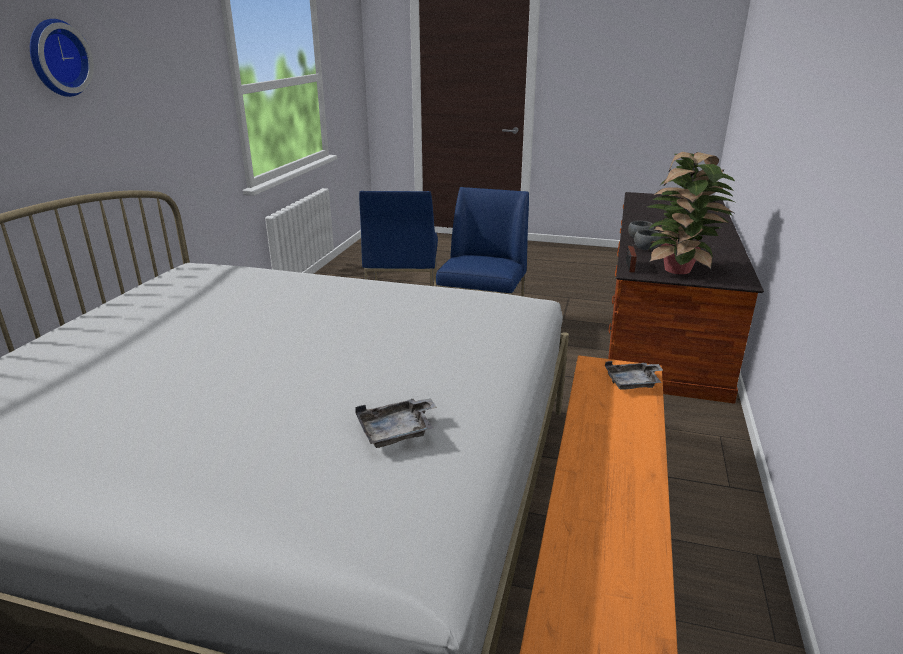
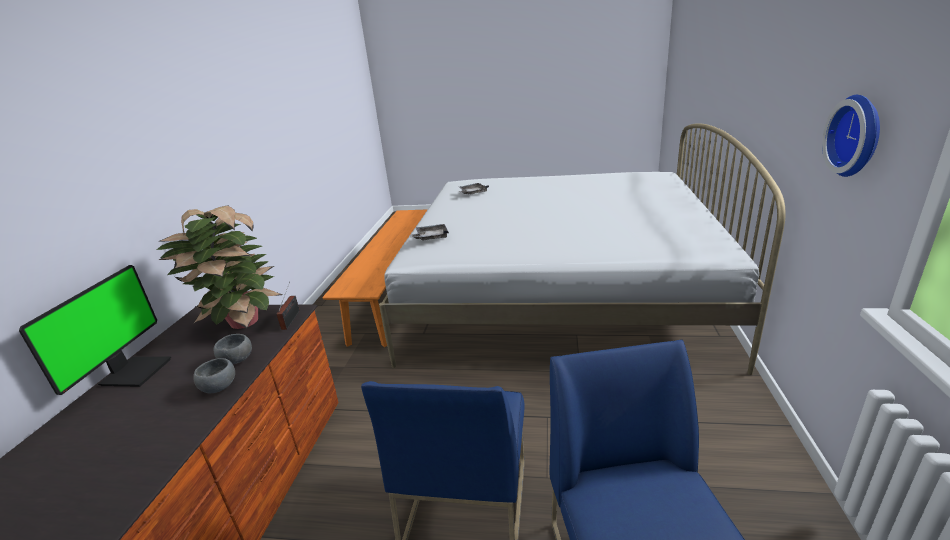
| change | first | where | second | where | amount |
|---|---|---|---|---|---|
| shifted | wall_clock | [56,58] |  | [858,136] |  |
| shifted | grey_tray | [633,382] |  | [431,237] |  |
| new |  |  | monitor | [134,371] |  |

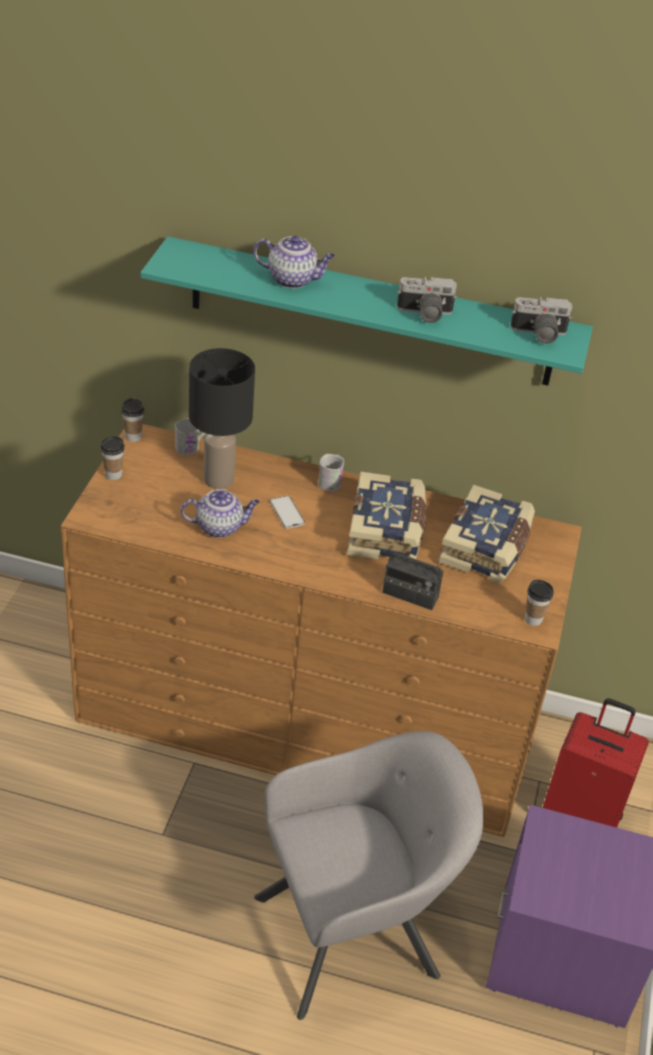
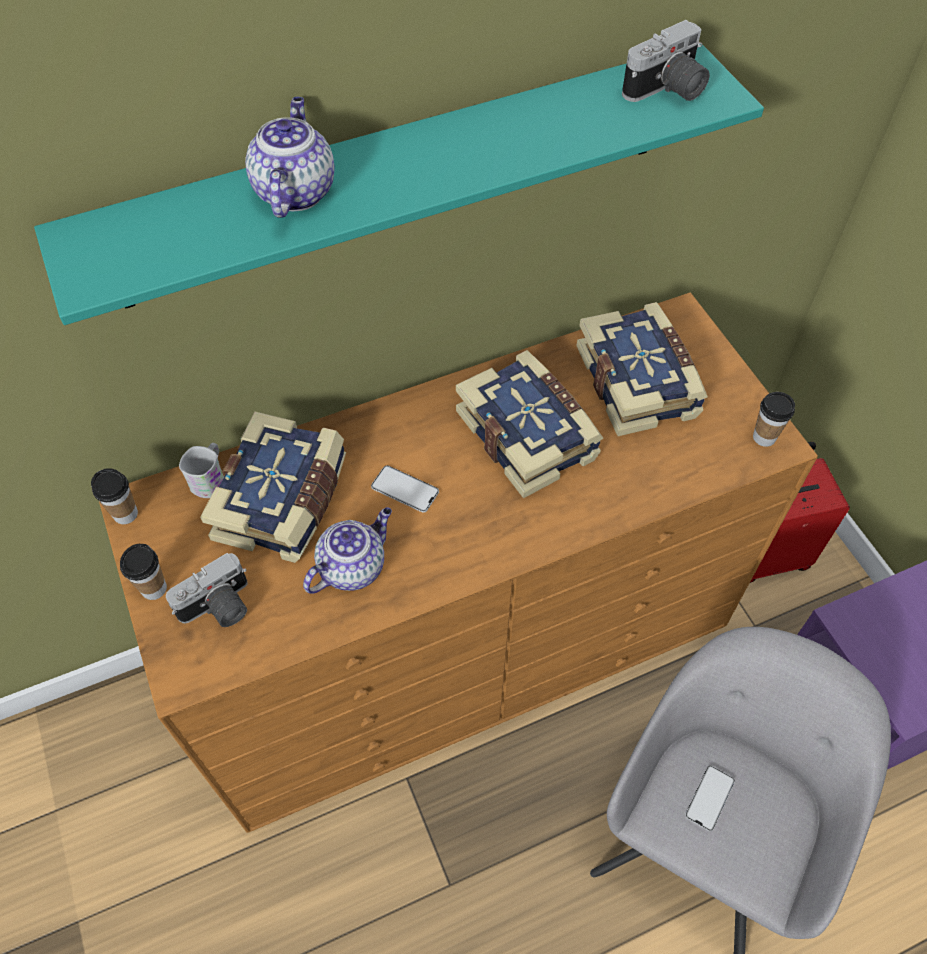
| change | first | where | second | where | amount |
|---|---|---|---|---|---|
| rotated | teapot | [293,279] |  | [294,191] | 60 degrees counterclockwise |
| shifted | photo_camera | [424,314] |  | [219,608] |  |
| swapped | black_table_lamp | [217,479] | book | [284,501] |  |
| gone | white_mug | [331,481] |  |  |  |
| gone | radio | [410,595] |  |  |  |
| new |  |  | phone | [709,798] |  |

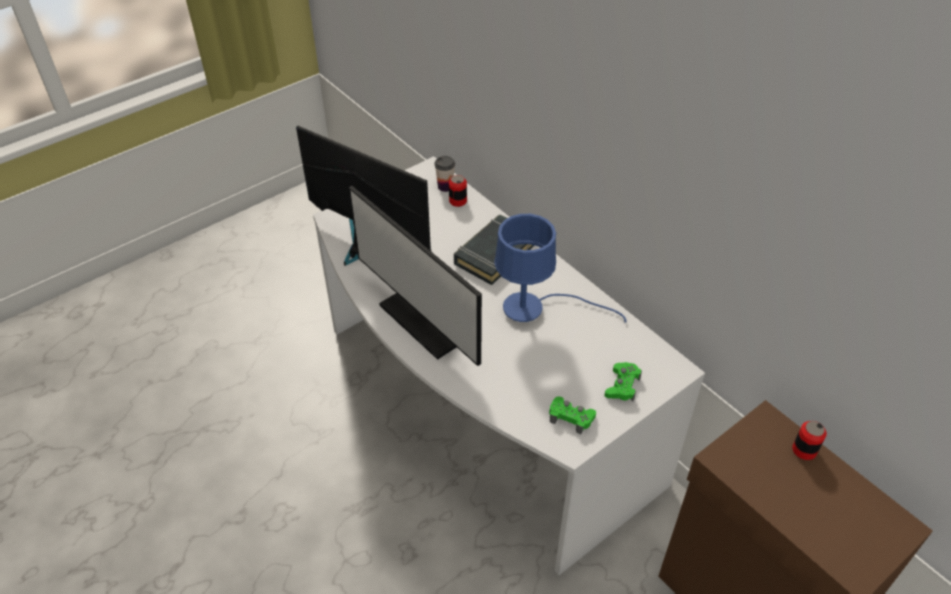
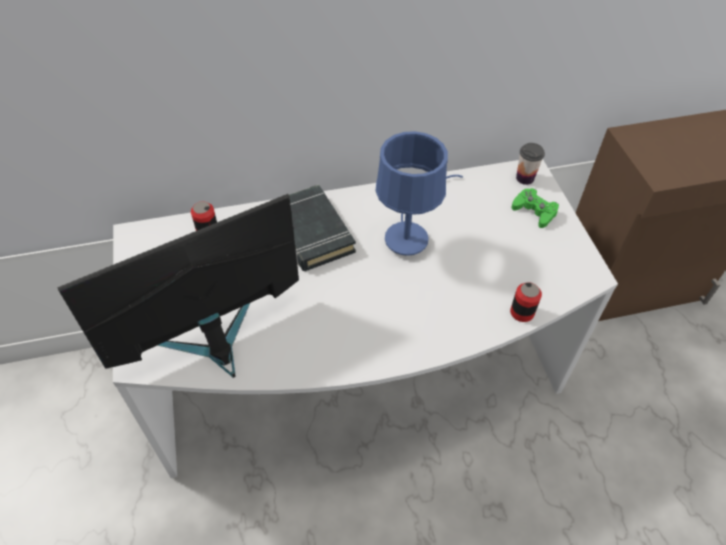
| change | first | where | second | where | amount |
|---|---|---|---|---|---|
| shifted | cup | [445,186] |  | [525,178] |  |
| gone | monitor | [424,321] |  |  |  |
| gone | green_game_controller | [571,417] |  |  |  |
| shifted | can | [804,450] |  | [522,312] |  |

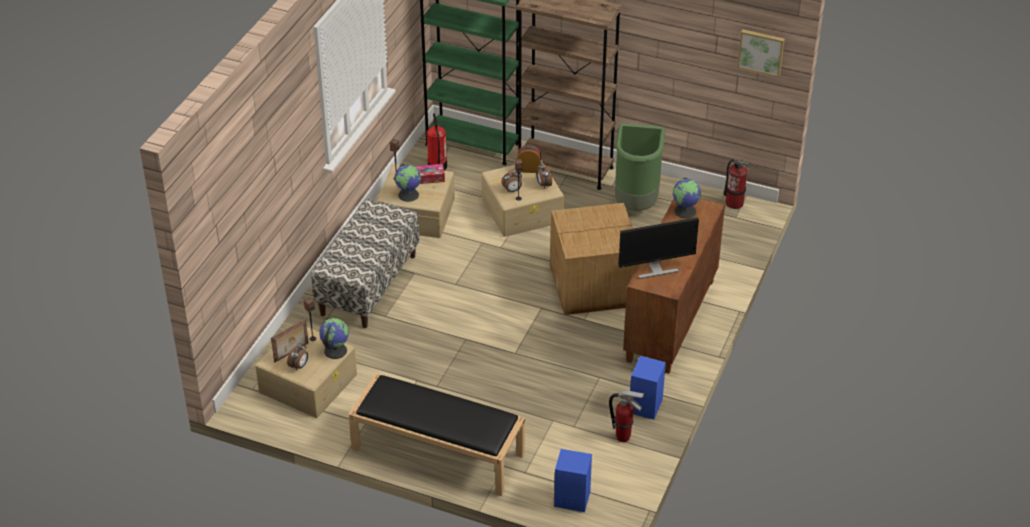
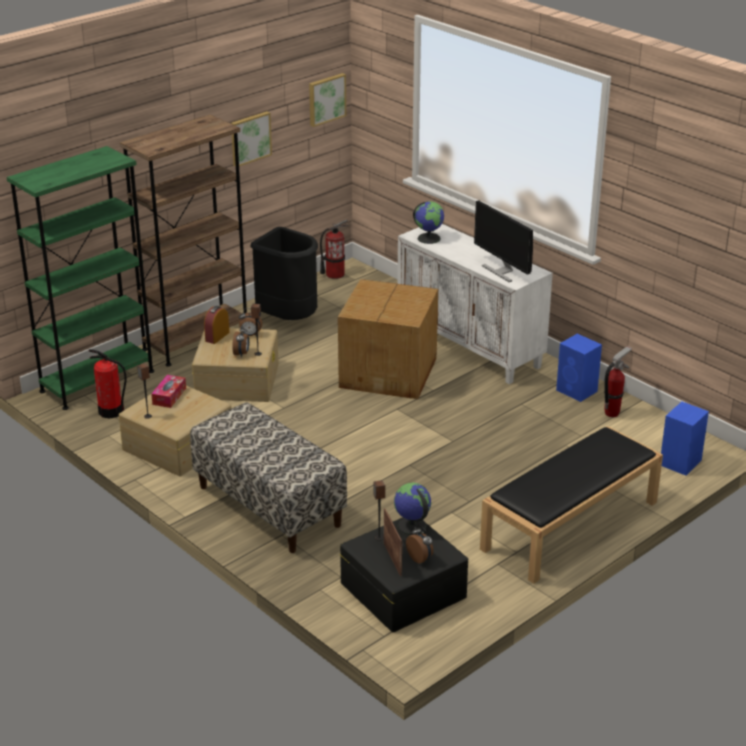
| change | first | where | second | where | amount |
|---|---|---|---|---|---|
| repainted | green_trash_can | [636,203] | black_trash_can | [288,319] |  |
| gone | globe | [408,194] |  |  |  |
| repainted | brown_cabinet | [671,321] | white_cabinet | [470,347] |  |
| rotated | monitor | [656,269] |  | [502,271] | 135 degrees clockwise |
| repainted | beige_storage_box | [308,382] | black_storage_box | [402,589] |  |
| new |  |  | picture | [250,138] |  |

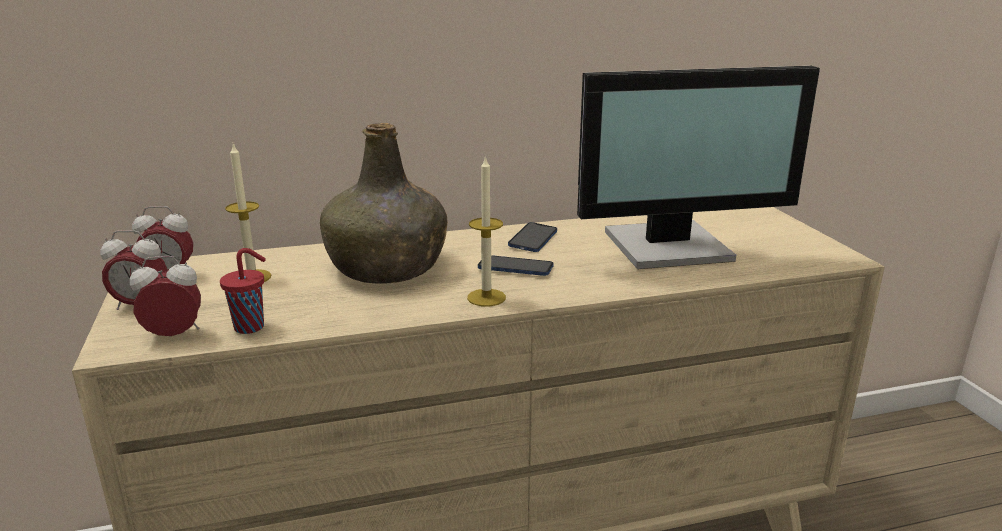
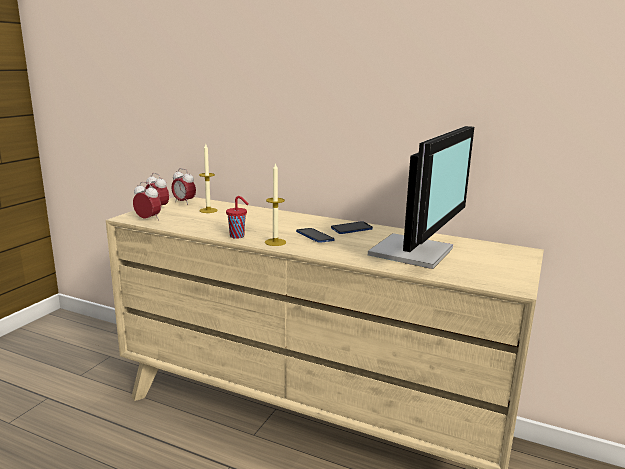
| change | first | where | second | where | amount |
|---|---|---|---|---|---|
| rotated | monitor | [671,248] |  | [415,252] | 90 degrees counterclockwise |
| gone | green_bottle | [388,268] |  |  |  |
| shifted | red_cup | [251,327] |  | [238,236] |  |

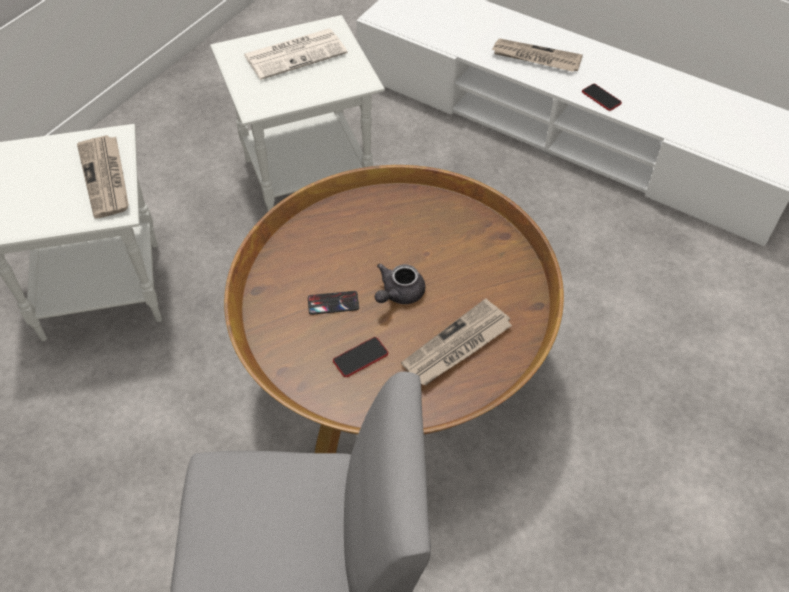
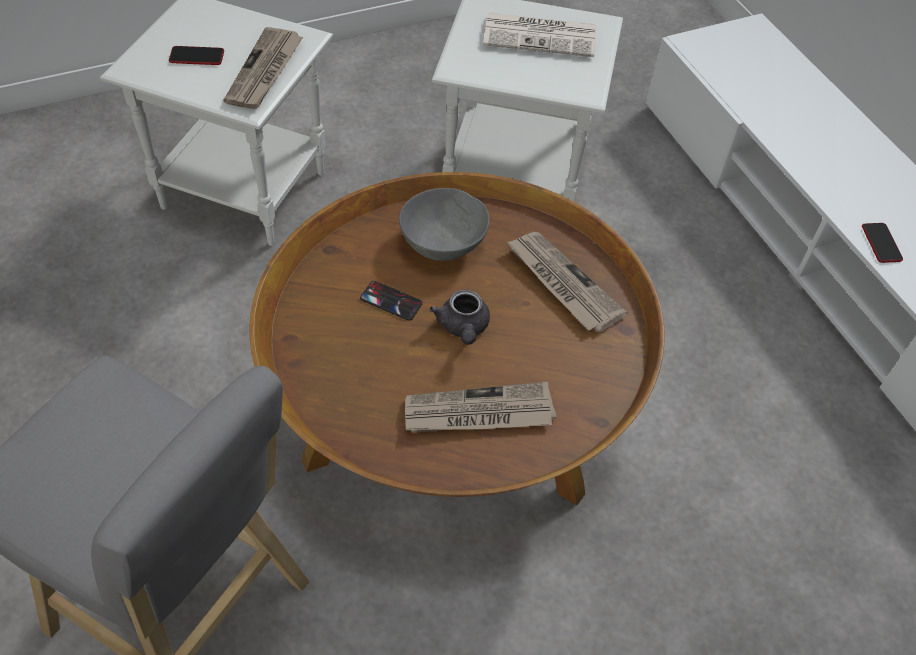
| change | first | where | second | where | amount |
|---|---|---|---|---|---|
| shifted | newspaper | [535,58] |  | [562,283] |  |
| rotated | grey_teapot | [398,294] |  | [463,328] | 75 degrees counterclockwise |
| shifted | phone | [360,357] |  | [197,56] |  |
| new |  |  | grey_bowl | [443,243] |  |

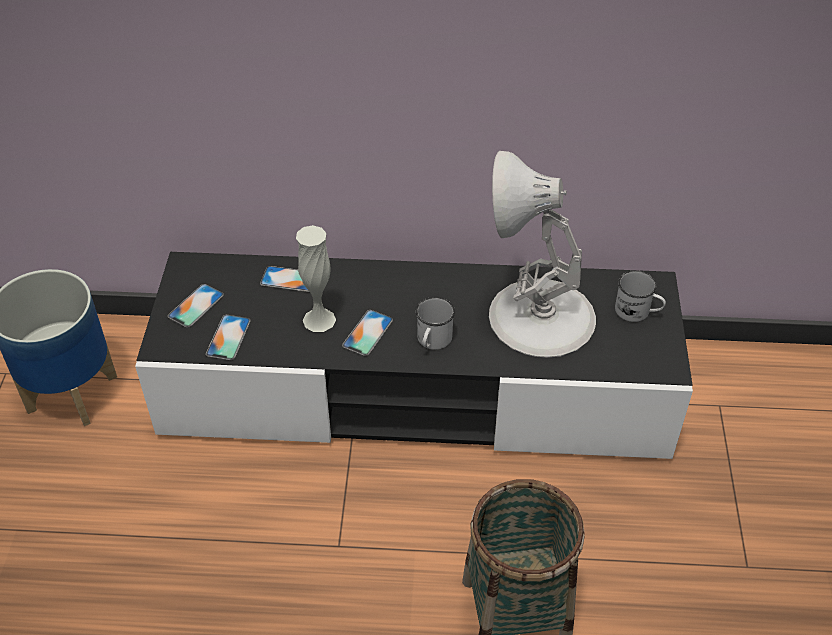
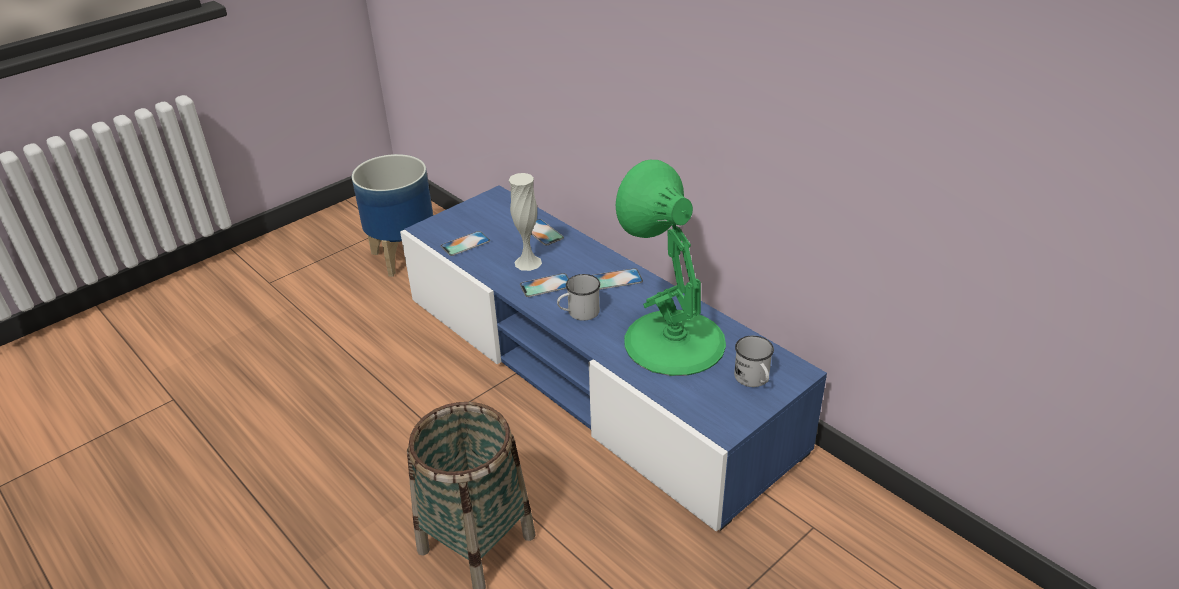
| change | first | where | second | where | amount |
|---|---|---|---|---|---|
| repainted | white_table_lamp | [539,317] | green_table_lamp | [672,340] |  |
| repainted | black_tv_stand | [416,391] | blue_tv_stand | [592,371] |  |
| shifted | phone | [196,306] |  | [616,279] |  |

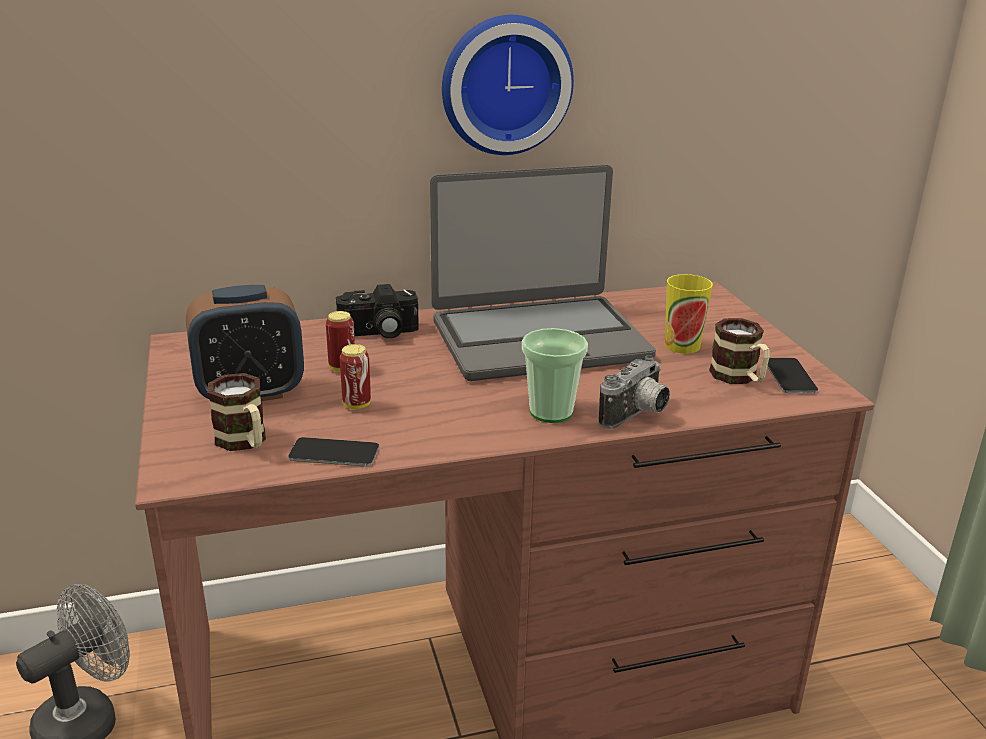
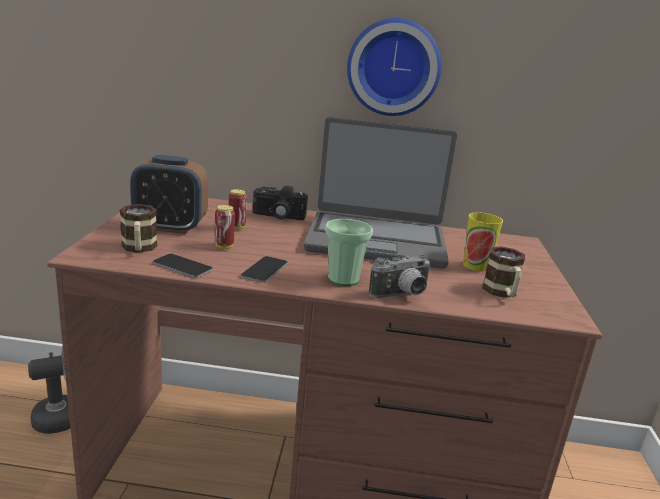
| change | first | where | second | where | amount |
|---|---|---|---|---|---|
| shifted | phone | [790,376] |  | [264,270] |  |

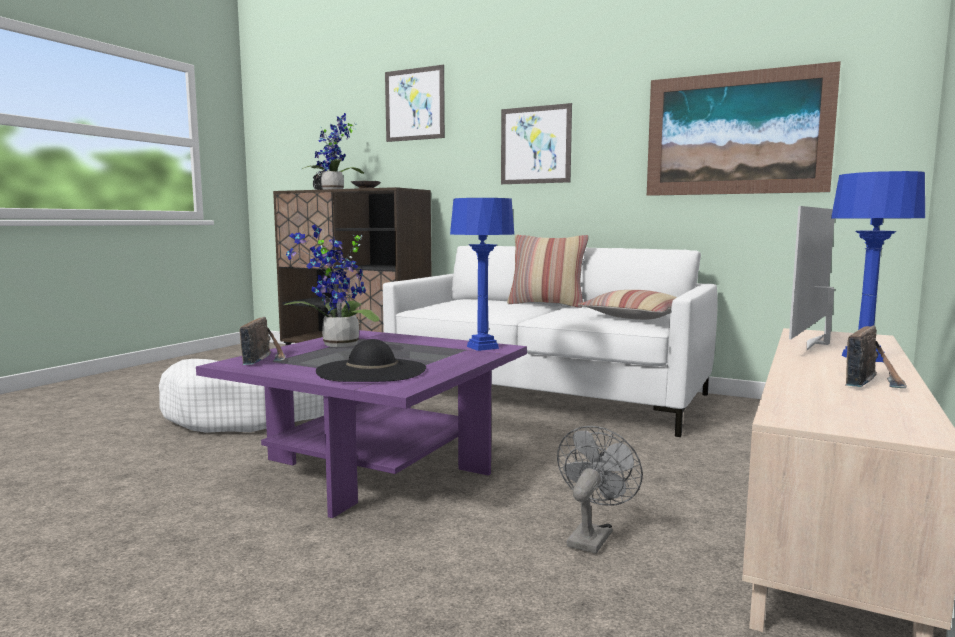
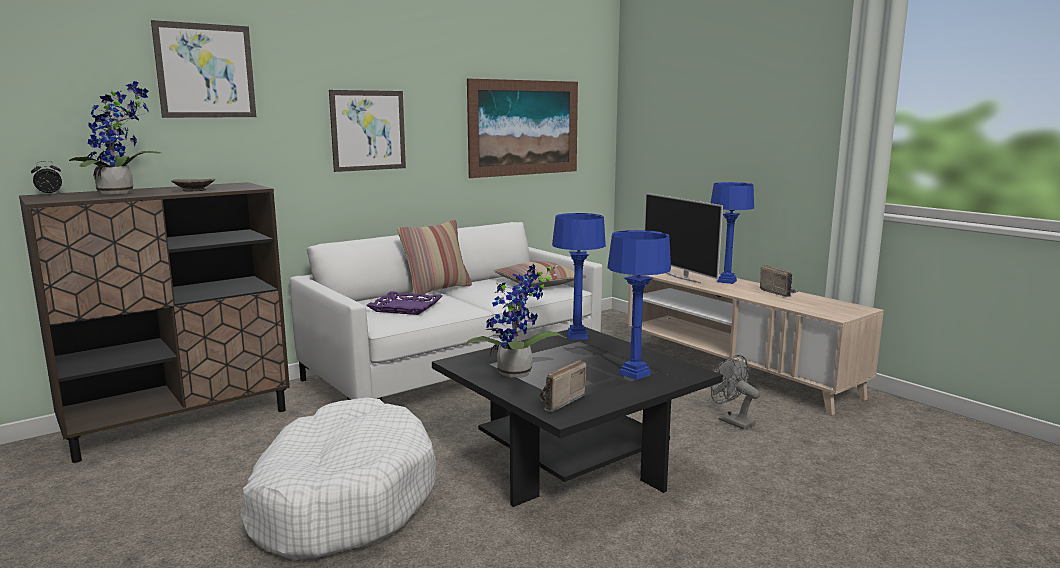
| change | first | where | second | where | amount |
|---|---|---|---|---|---|
| rotated | radio | [266,359] |  | [557,402] | 75 degrees counterclockwise |
| repainted | purple_coffee_table | [376,466] | black_coffee_table | [572,462] |  |
| swapped | black_hat | [371,370] | blue_table_lamp | [635,374] |  |
| new |  |  | purple_tray | [405,308] |  |

